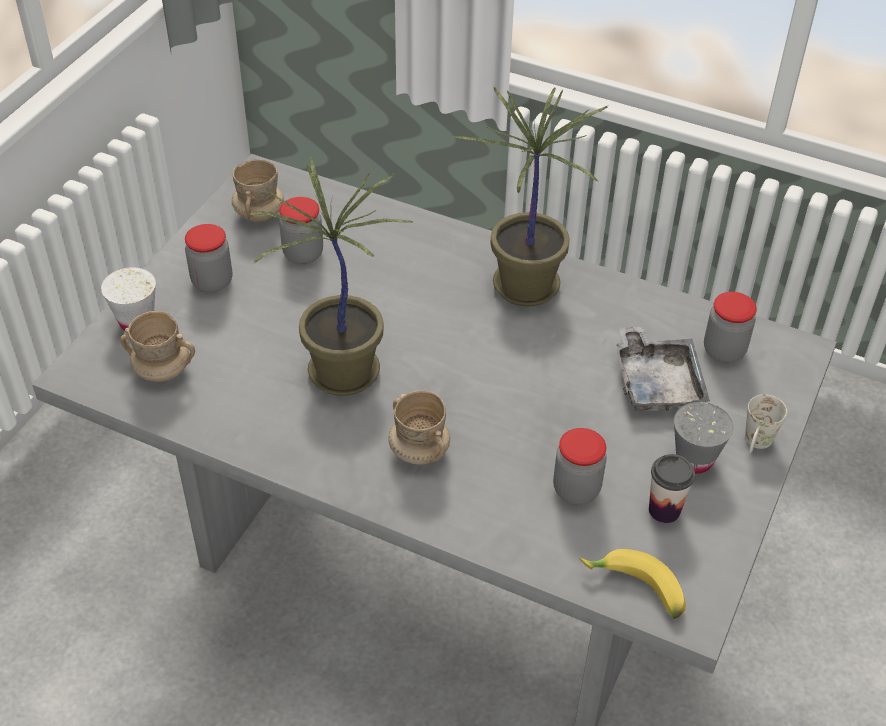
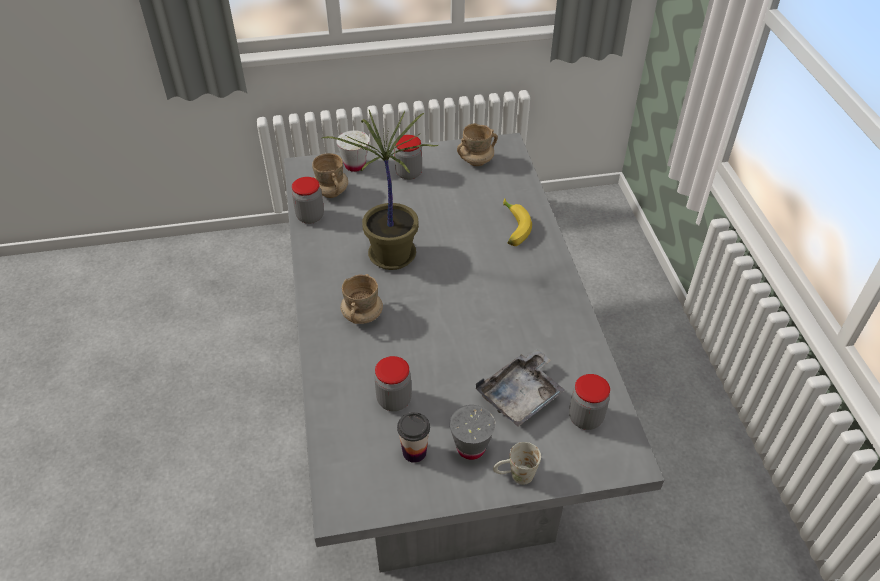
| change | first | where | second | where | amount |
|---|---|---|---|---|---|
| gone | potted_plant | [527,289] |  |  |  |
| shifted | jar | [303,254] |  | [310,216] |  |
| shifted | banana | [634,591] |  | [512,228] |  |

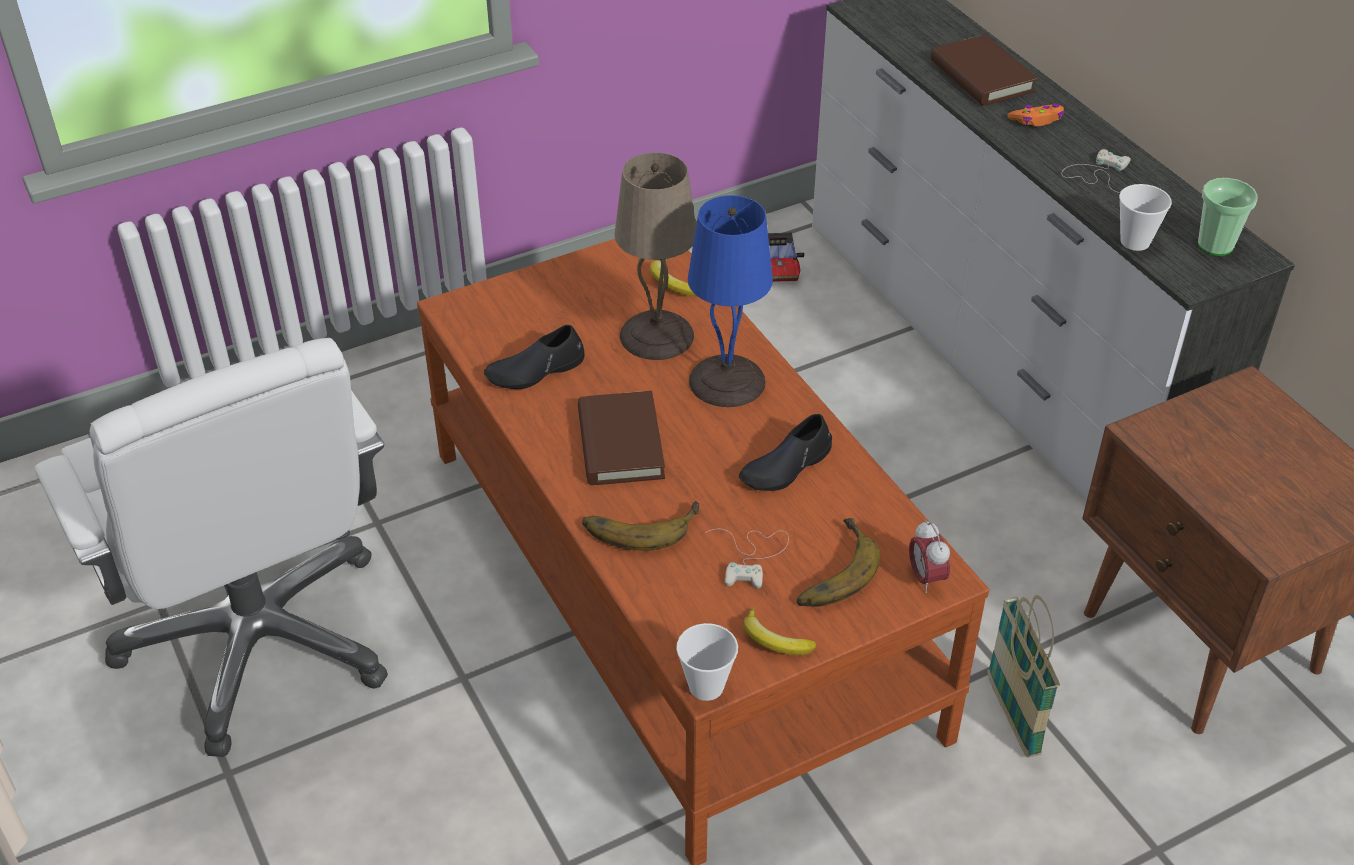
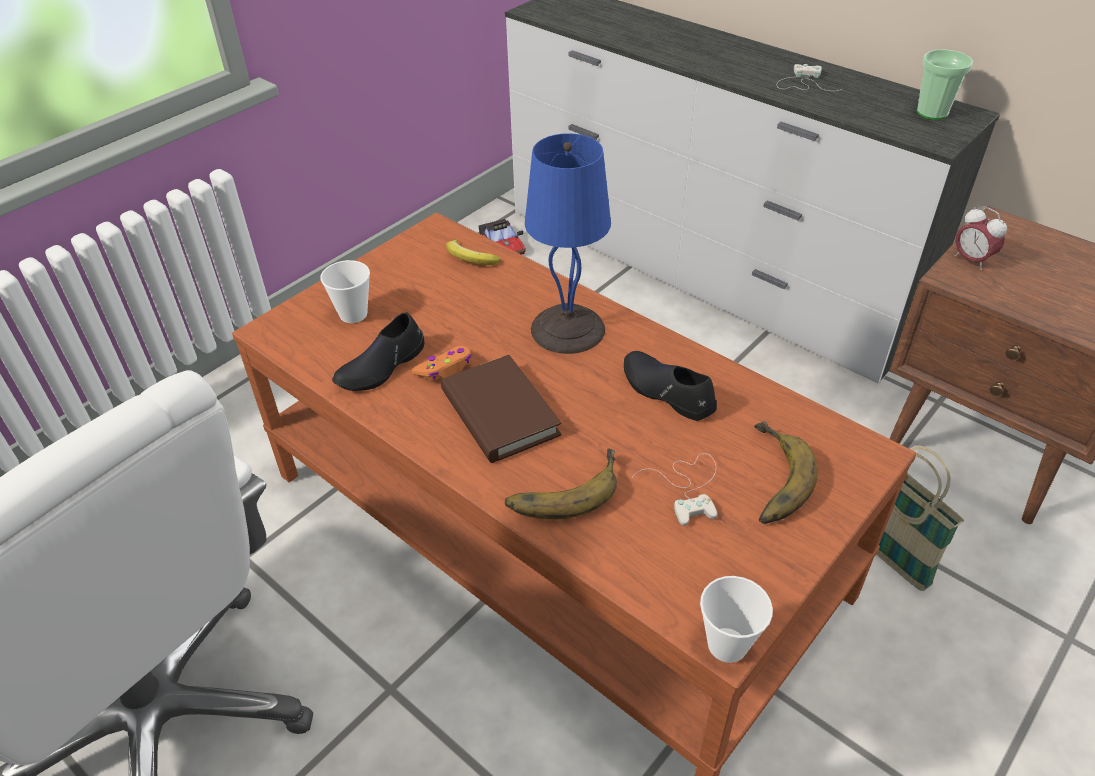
| change | first | where | second | where | amount |
|---|---|---|---|---|---|
| gone | brown_book | [981,76] |  |  |  |
| shifted | orange_game_controller | [1037,120] |  | [445,368] |  |
| gone | beige_table_lamp | [658,336] |  |  |  |
| shifted | cup | [1135,241] |  | [353,314] |  |
| rotated | black_shoe | [786,467] |  | [666,392] | 105 degrees clockwise |
| shifted | alarm_clock | [926,578] |  | [971,260] |  |
| gone | banana | [774,641] |  |  |  |

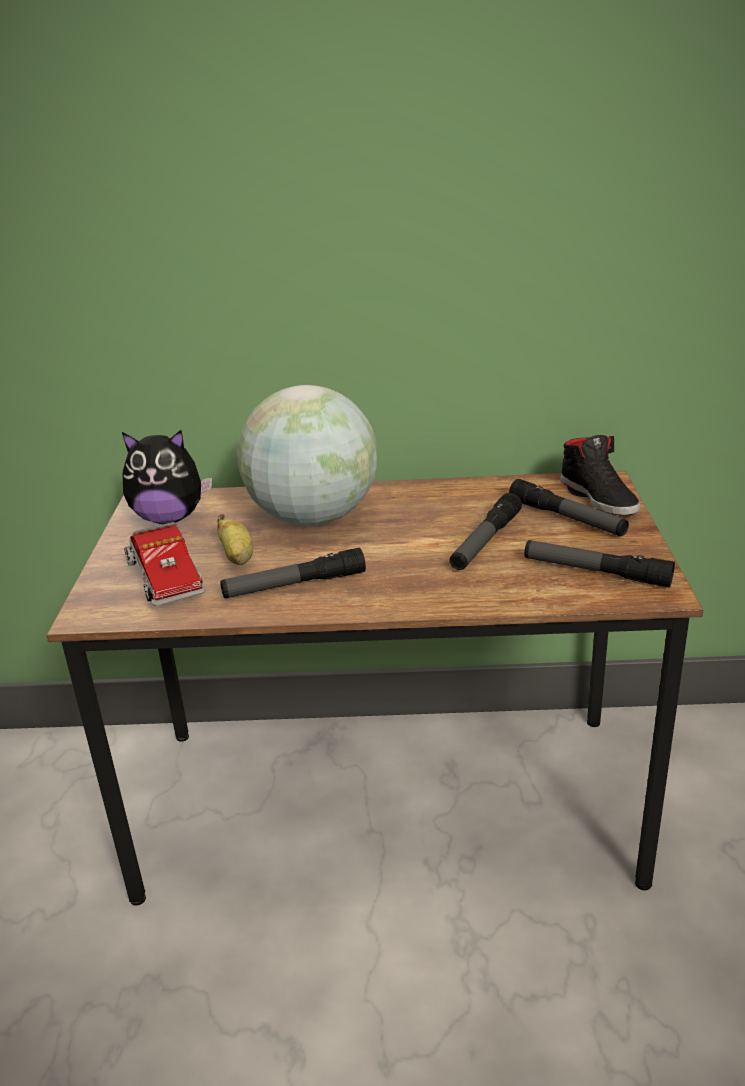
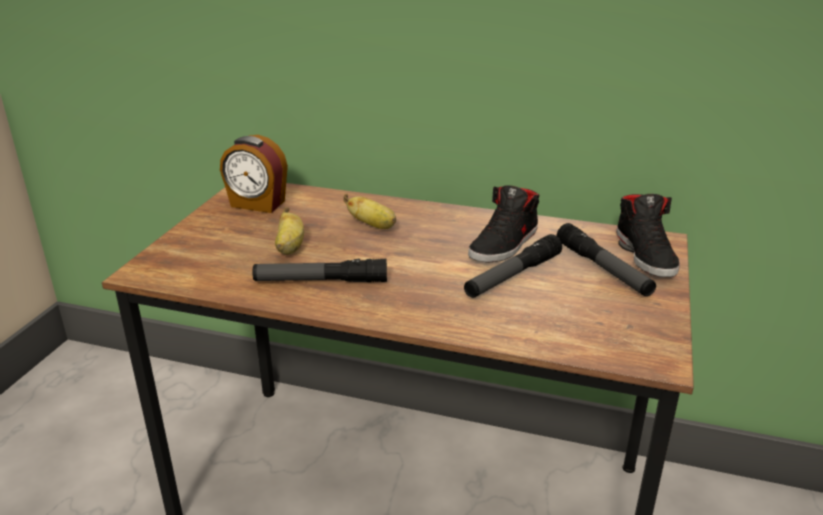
| change | first | where | second | where | amount |
|---|---|---|---|---|---|
| swapped | globe | [313,518] | banana | [373,226] |  |
| swapped | plush_toy | [169,518] | alarm_clock | [257,204] |  |
| gone | toy_truck | [165,578] |  |  |  |
| gone | flashlight | [596,572] |  |  |  |
| new |  |  | black_shoe | [505,244] |  |

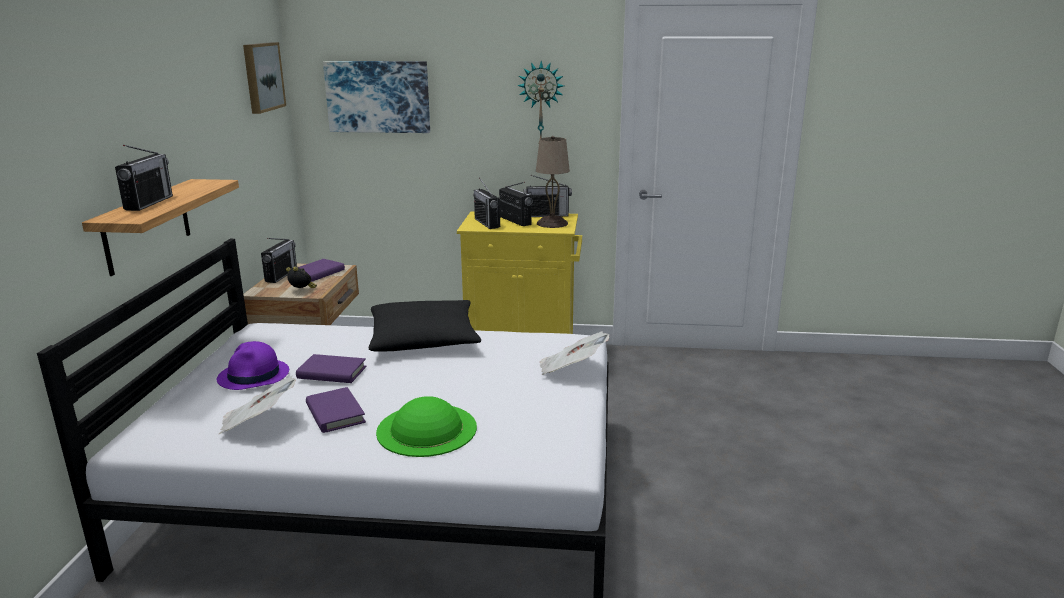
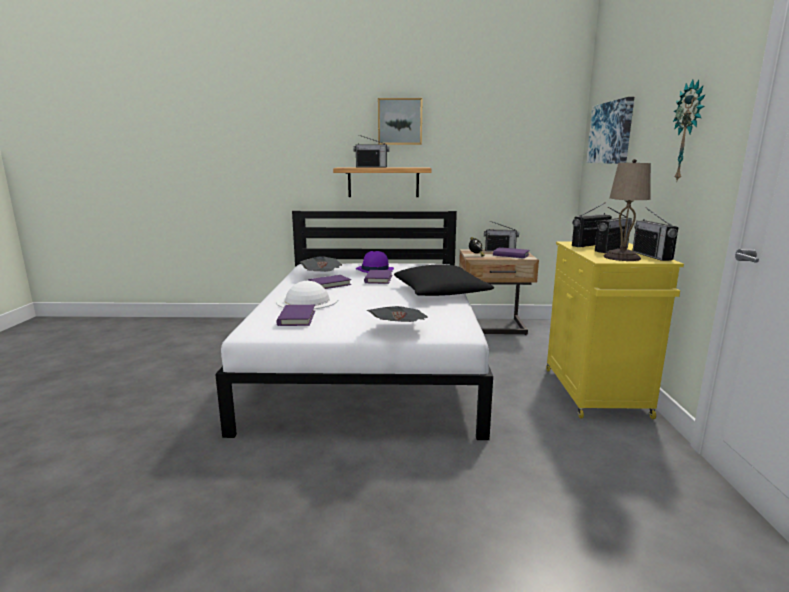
| change | first | where | second | where | amount |
|---|---|---|---|---|---|
| shifted | picture | [262,77] |  | [400,121] |  |
| repainted | green_hat | [426,429] | white_hat | [307,300] |  |
| new |  |  | purple_book | [296,318] |  |

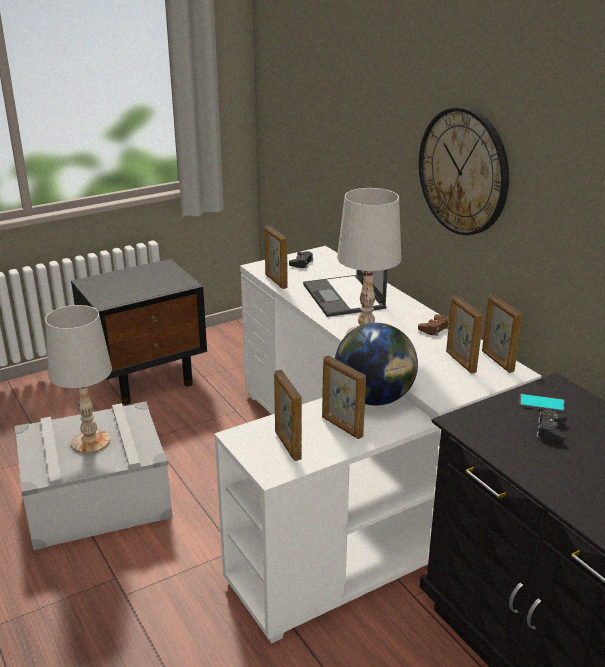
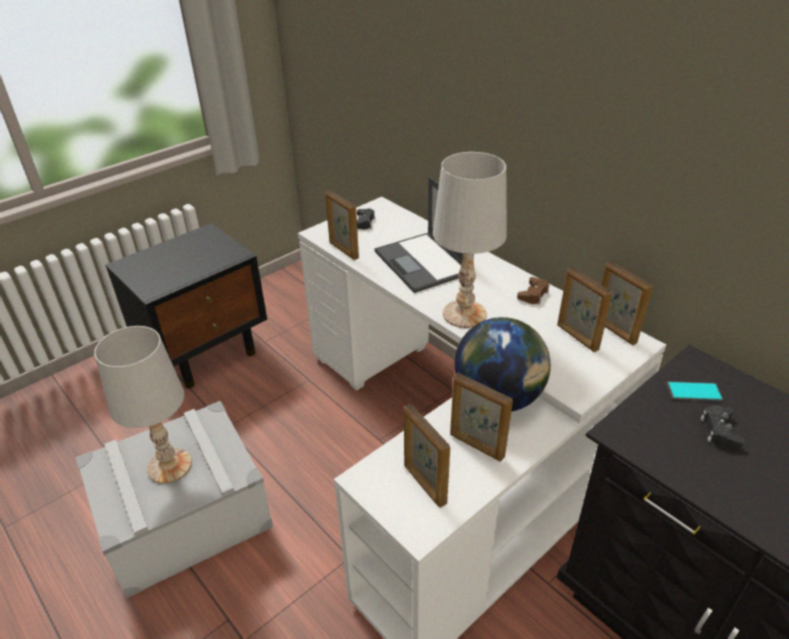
| change | first | where | second | where | amount |
|---|---|---|---|---|---|
| gone | wall_clock | [463,171] |  |  |  |

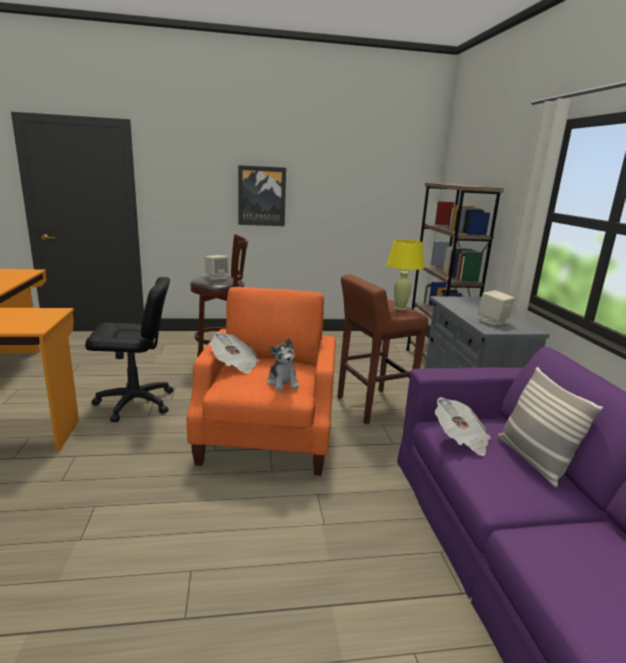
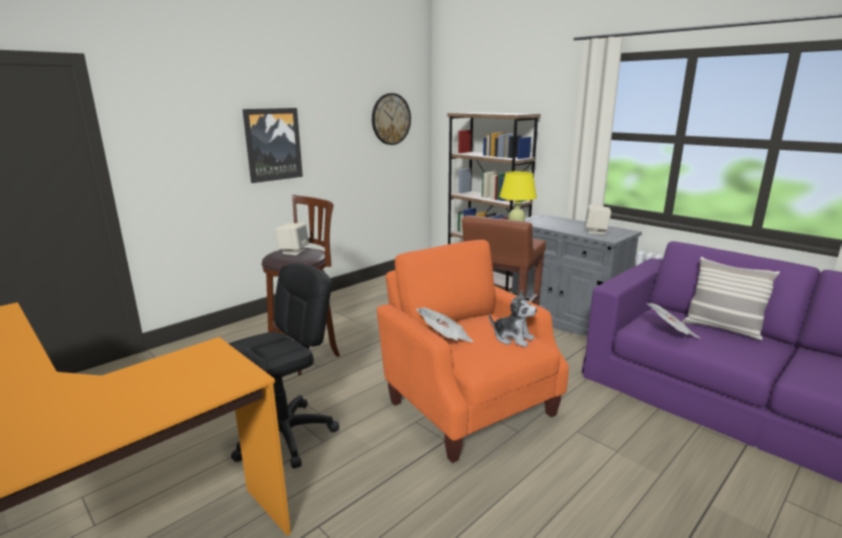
| change | first | where | second | where | amount |
|---|---|---|---|---|---|
| new |  |  | wall_clock | [391,119] |  |

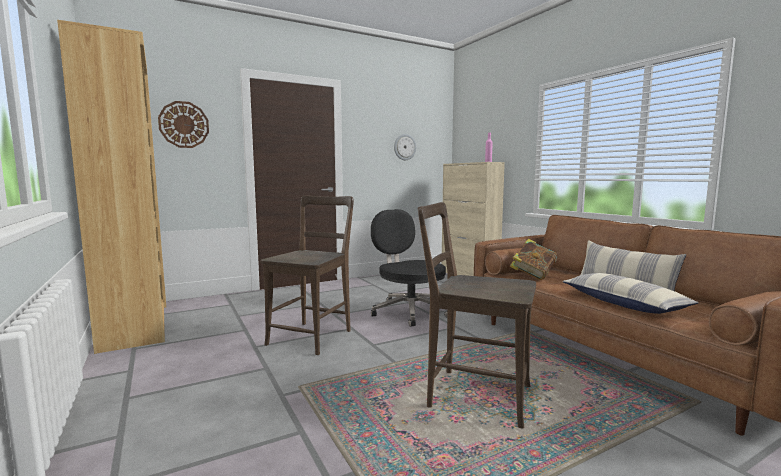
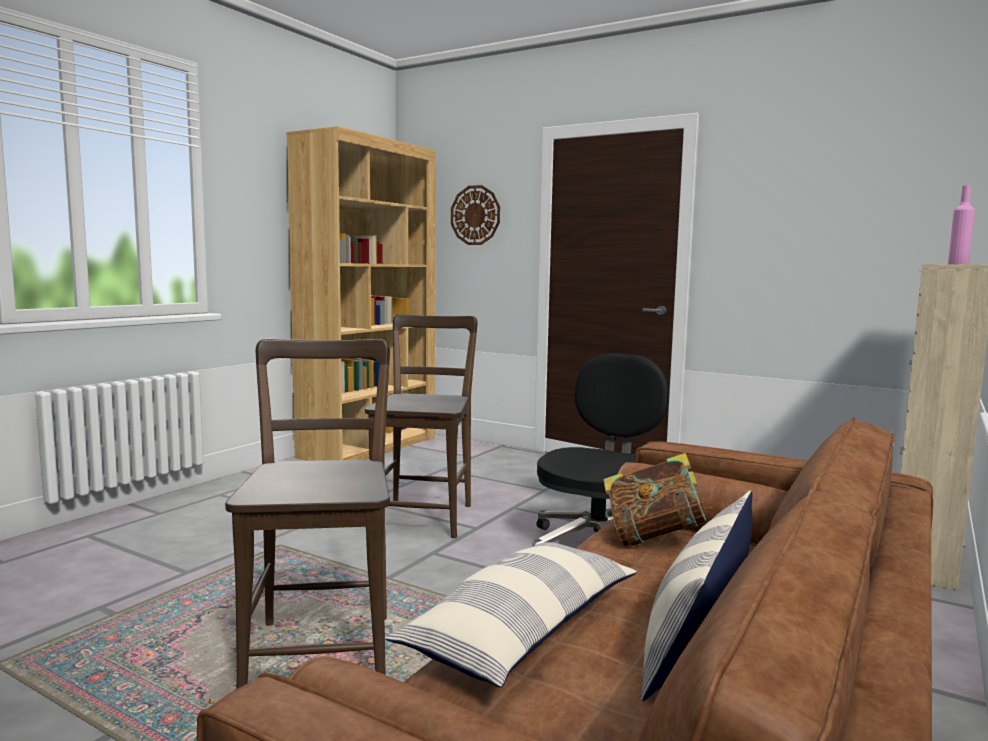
| change | first | where | second | where | amount |
|---|---|---|---|---|---|
| gone | wall_clock | [404,147] |  |  |  |
| rotated | brown_chair | [312,336] |  | [424,516] | 75 degrees counterclockwise |

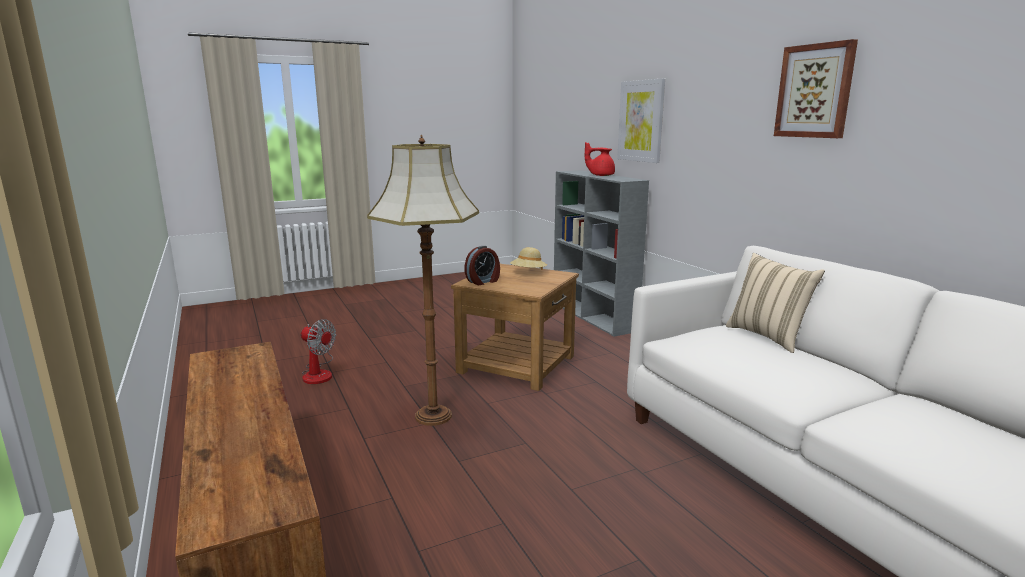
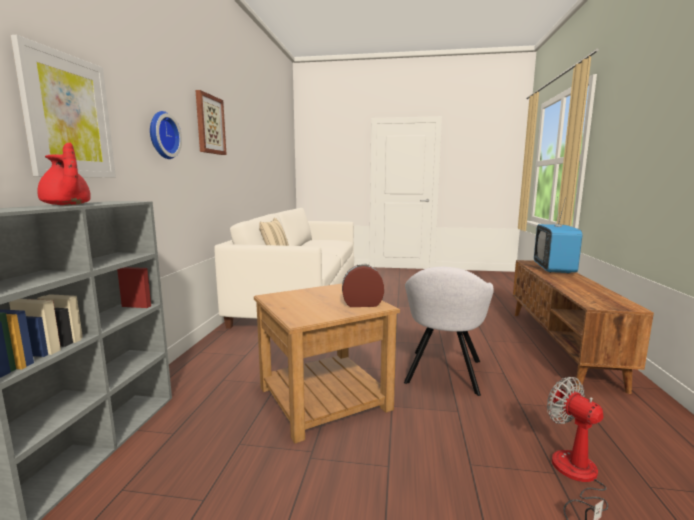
| change | first | where | second | where | amount |
|---|---|---|---|---|---|
| swapped | floor_lamp | [433,415] | grey_armchair | [443,373] |  |
| gone | beige_hat | [528,273] |  |  |  |
| new |  |  | wall_clock | [162,135] |  |
| new |  |  | television | [554,269] |  |

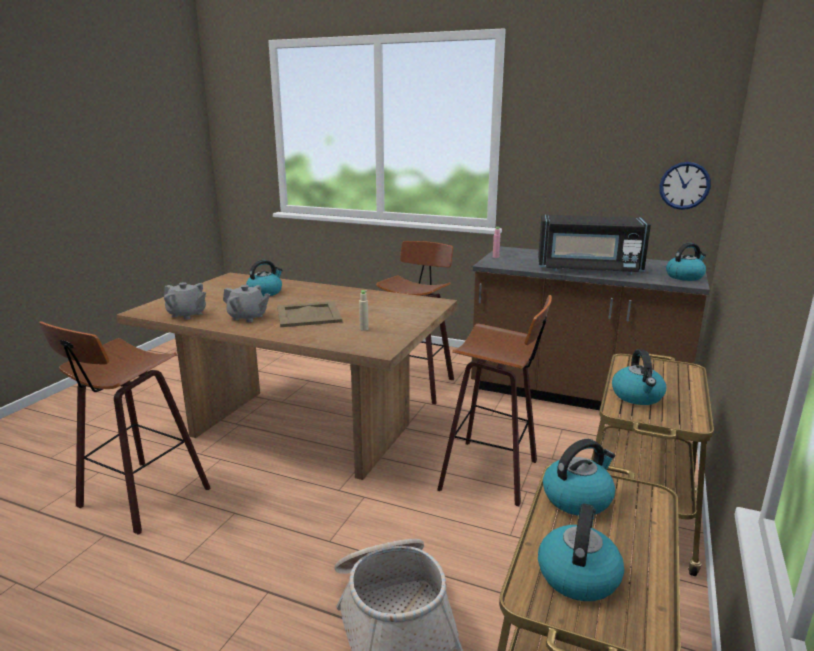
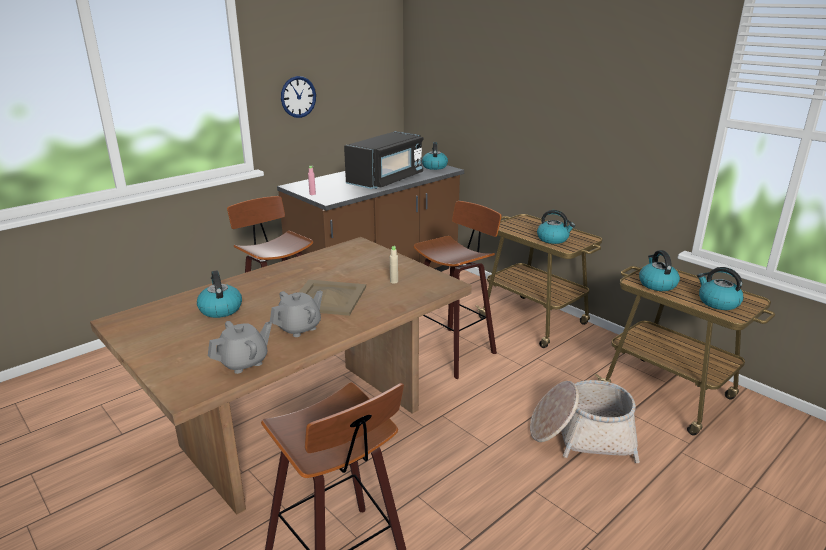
| change | first | where | second | where | amount |
|---|---|---|---|---|---|
| shifted | wall_clock | [684,185] |  | [298,97] |  |

